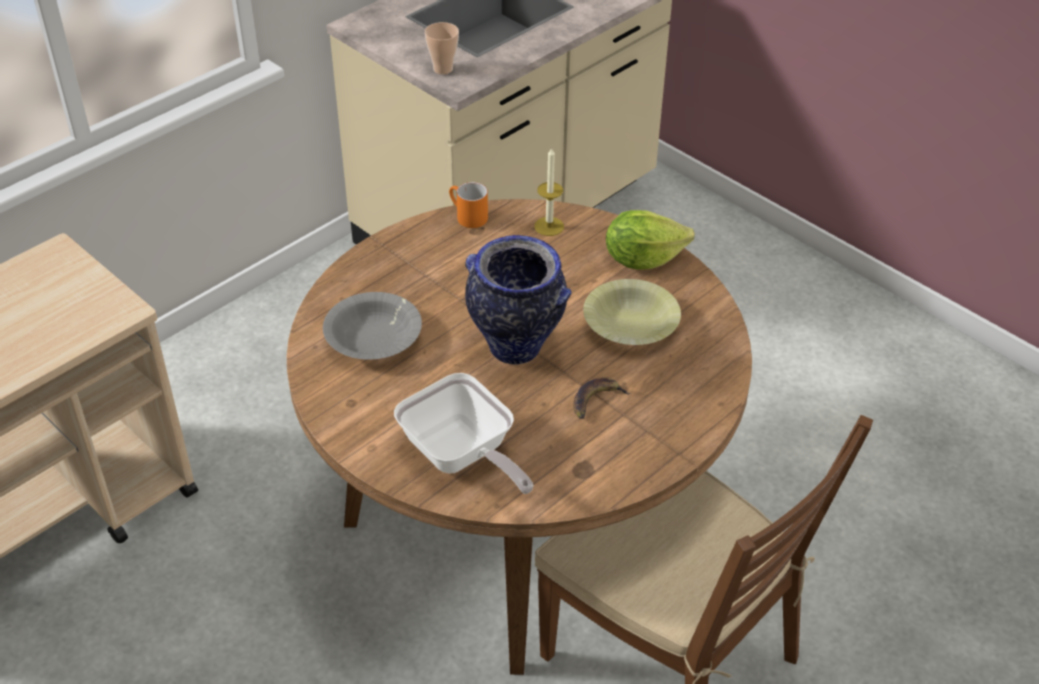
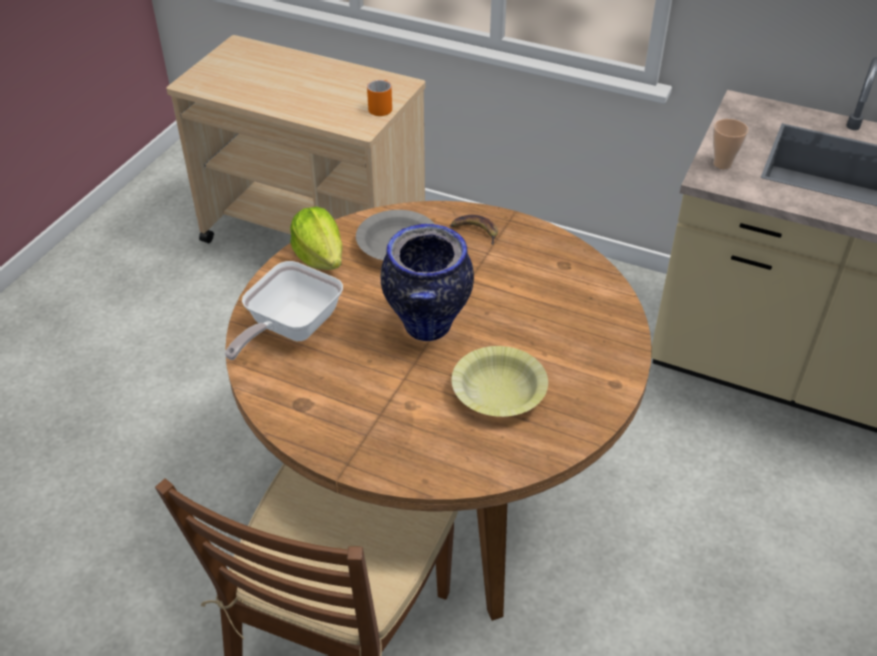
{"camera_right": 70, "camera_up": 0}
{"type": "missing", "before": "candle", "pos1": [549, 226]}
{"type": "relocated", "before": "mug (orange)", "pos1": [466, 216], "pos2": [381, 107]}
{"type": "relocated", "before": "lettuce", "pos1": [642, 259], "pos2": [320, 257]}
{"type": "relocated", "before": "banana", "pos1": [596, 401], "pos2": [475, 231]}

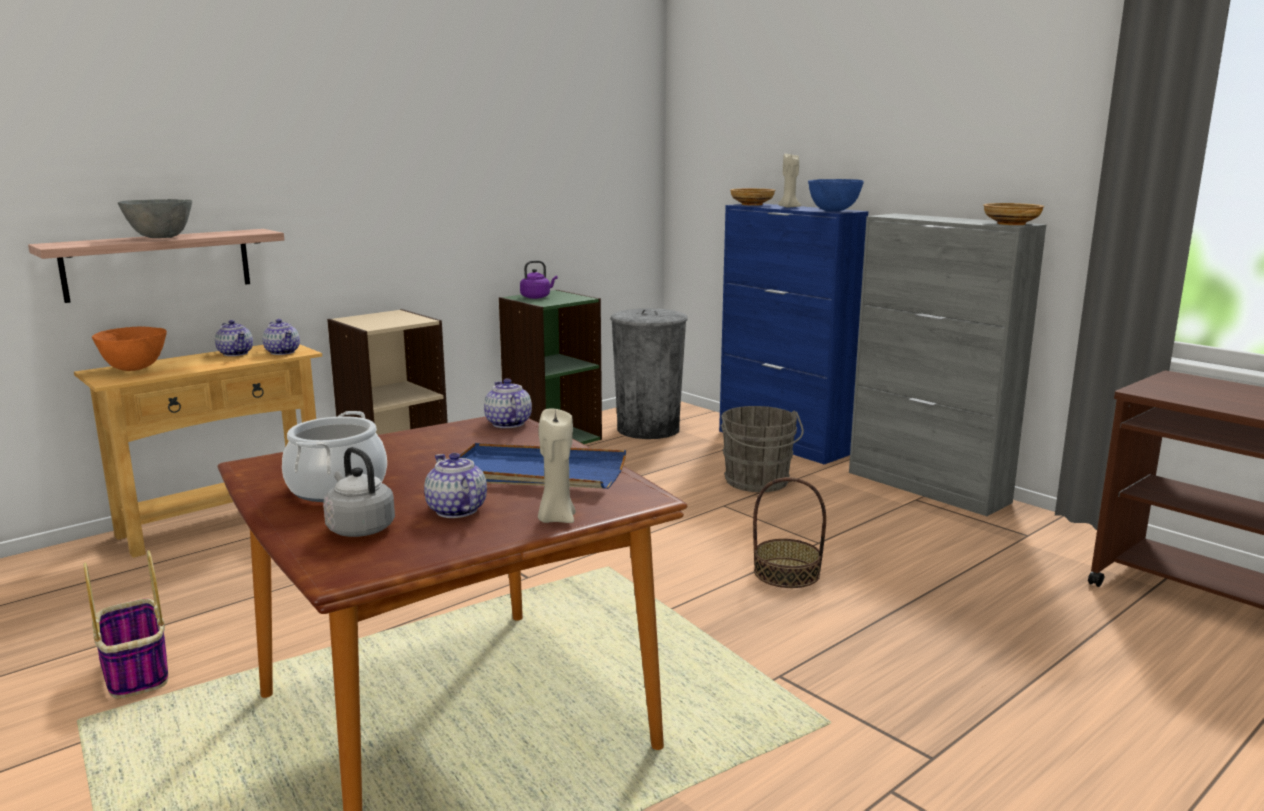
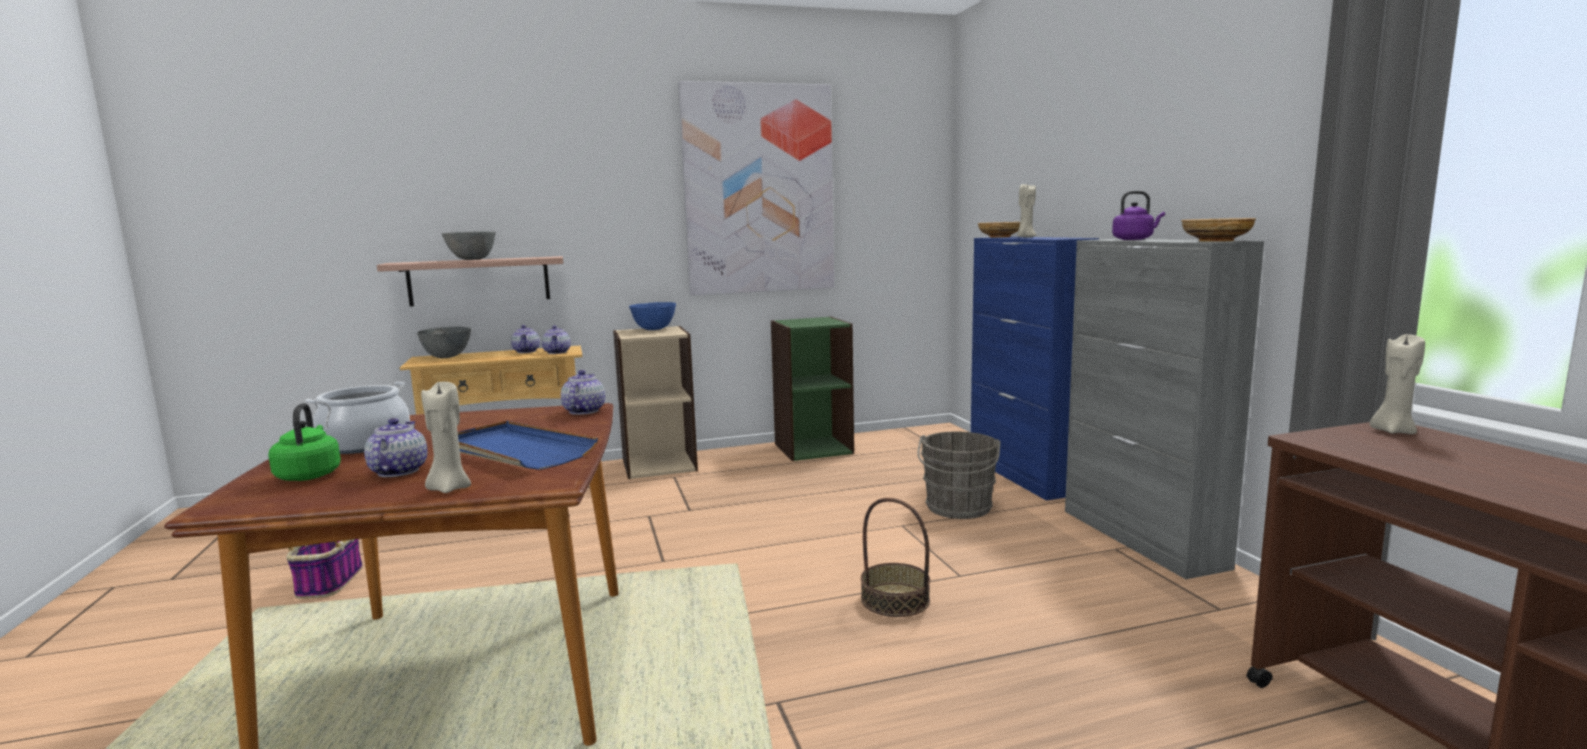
{"camera_right": 25, "camera_up": -5}
{"type": "relocated", "before": "bowl (blue)", "pos1": [833, 211], "pos2": [654, 329]}
{"type": "relocated", "before": "kettle (purple)", "pos1": [537, 297], "pos2": [1134, 239]}
{"type": "missing", "before": "trash can (grey)", "pos1": [648, 429]}
{"type": "colour", "before": "bowl (orange)", "after": "bowl (grey)", "pos1": [134, 368], "pos2": [446, 357]}
{"type": "colour", "before": "kettle (grey)", "after": "kettle (green)", "pos1": [359, 528], "pos2": [309, 475]}
{"type": "appeared", "after": "picture", "pos2": [759, 190]}
{"type": "appeared", "after": "candle (beige)", "pos2": [1392, 431]}

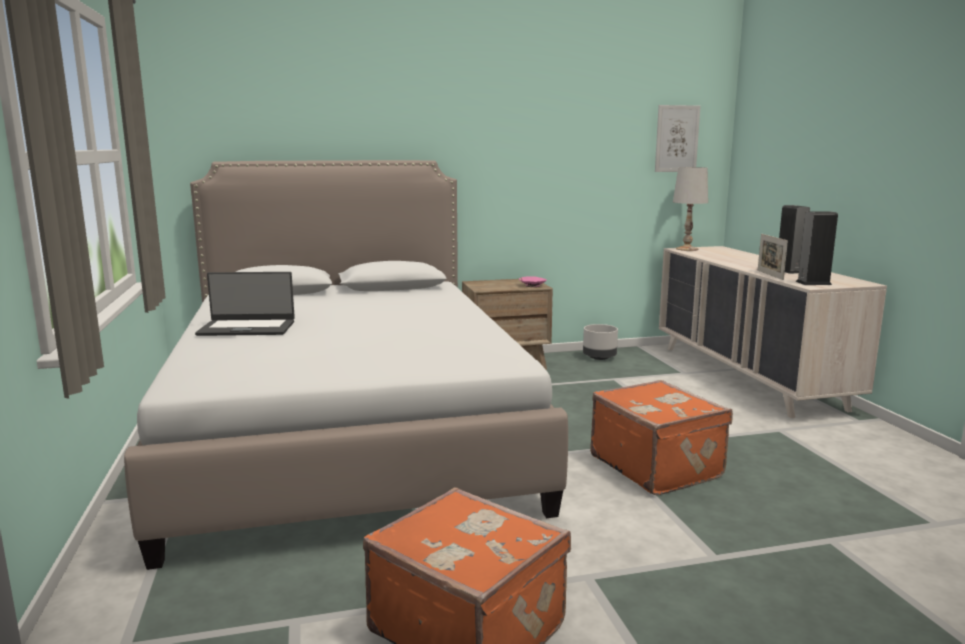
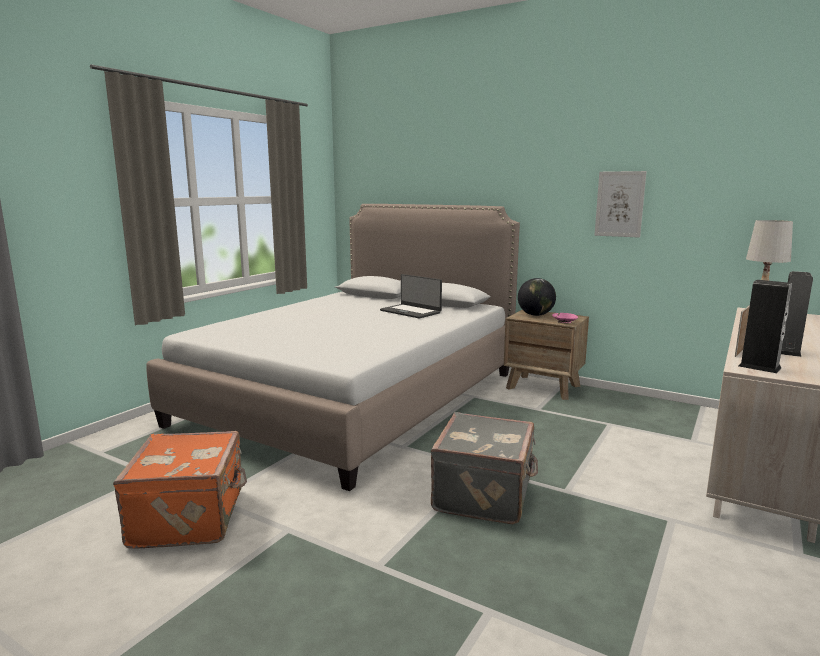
{"camera_right": 45, "camera_up": 0}
{"type": "relocated", "before": "picture", "pos1": [677, 138], "pos2": [619, 204]}
{"type": "relocated", "before": "laptop", "pos1": [247, 328], "pos2": [411, 311]}
{"type": "missing", "before": "planter (grey)", "pos1": [599, 357]}
{"type": "colour", "before": "suitcase (orange)", "after": "suitcase (grey)", "pos1": [657, 466], "pos2": [485, 494]}
{"type": "appeared", "after": "globe", "pos2": [535, 315]}

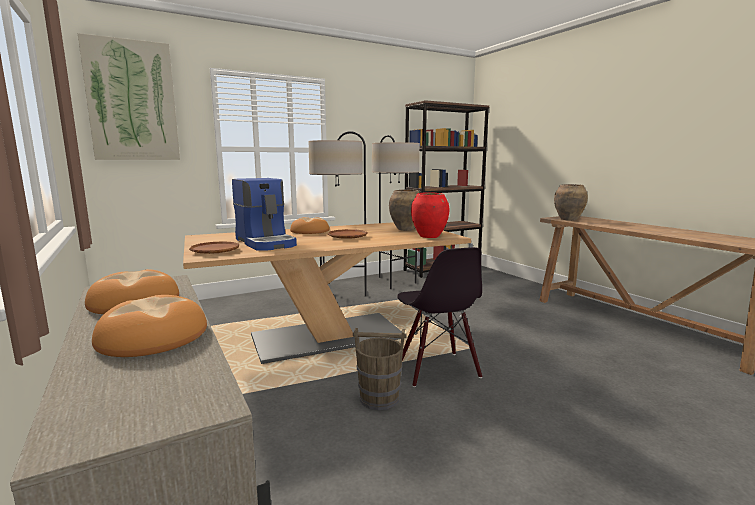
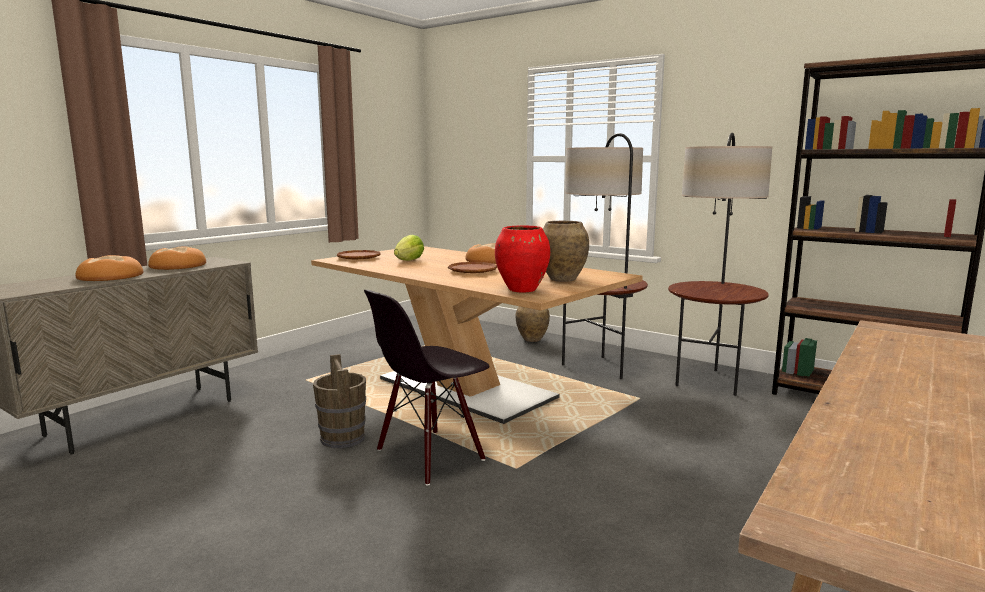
{"camera_right": 65, "camera_up": 0}
{"type": "missing", "before": "picture", "pos1": [132, 101]}
{"type": "exchanged", "before": "coffee machine", "after": "lettuce", "pos1": [266, 242], "pos2": [409, 260]}
{"type": "relocated", "before": "vase (brown)", "pos1": [569, 219], "pos2": [532, 339]}

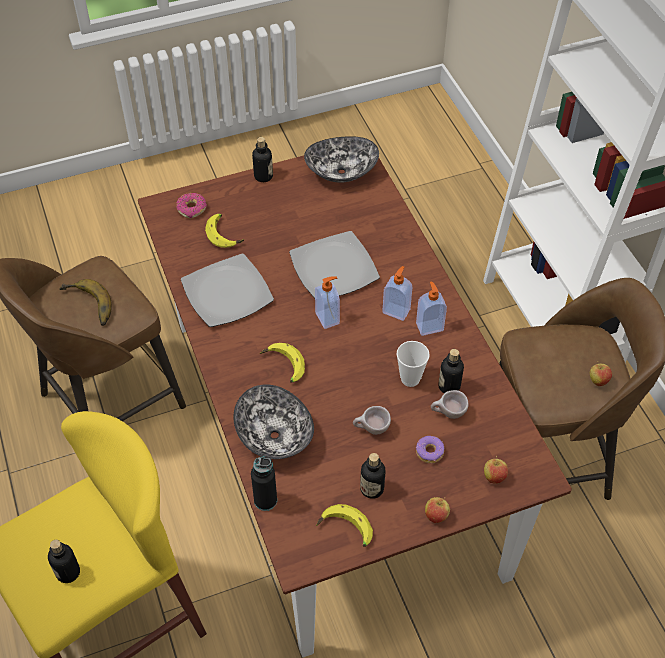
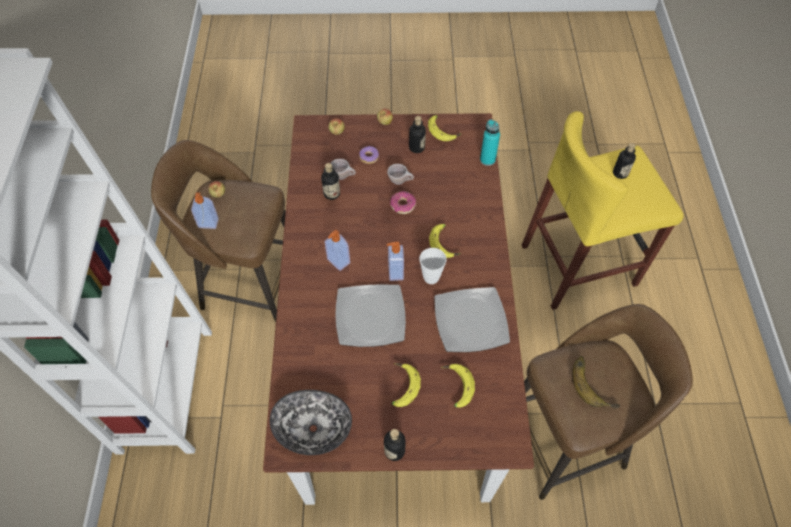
{"camera_right": -160, "camera_up": 5}
{"type": "relocated", "before": "donut", "pos1": [192, 209], "pos2": [402, 205]}
{"type": "relocated", "before": "soap dispenser", "pos1": [429, 326], "pos2": [208, 224]}
{"type": "relocated", "before": "cup", "pos1": [410, 379], "pos2": [431, 277]}
{"type": "missing", "before": "bowl", "pos1": [273, 436]}
{"type": "colour", "before": "bottle (black)", "after": "bottle (turquoise)", "pos1": [265, 500], "pos2": [487, 160]}
{"type": "appeared", "after": "banana", "pos2": [401, 386]}

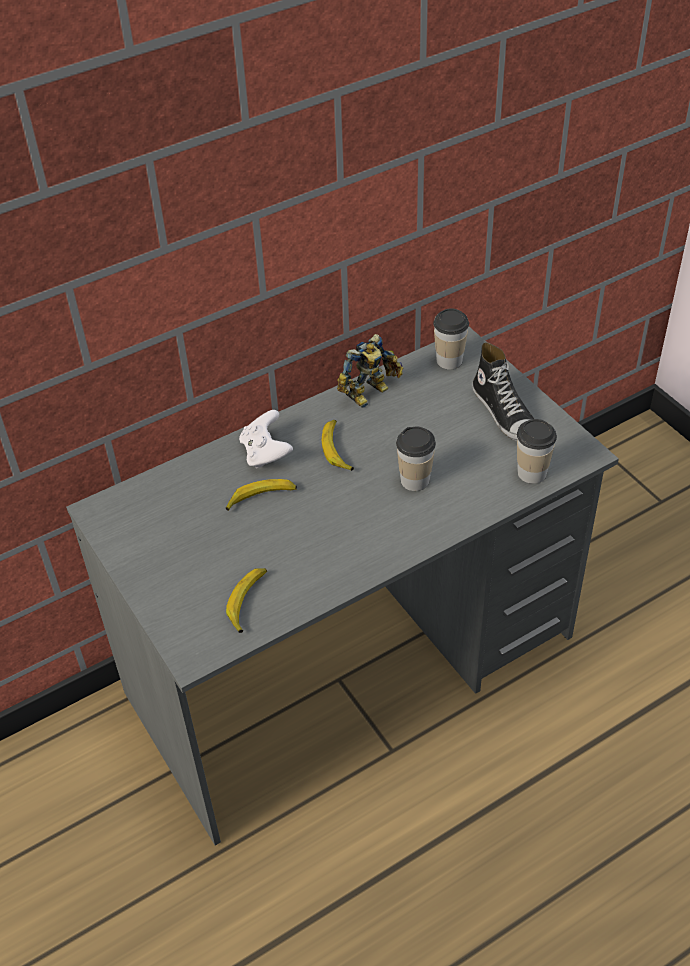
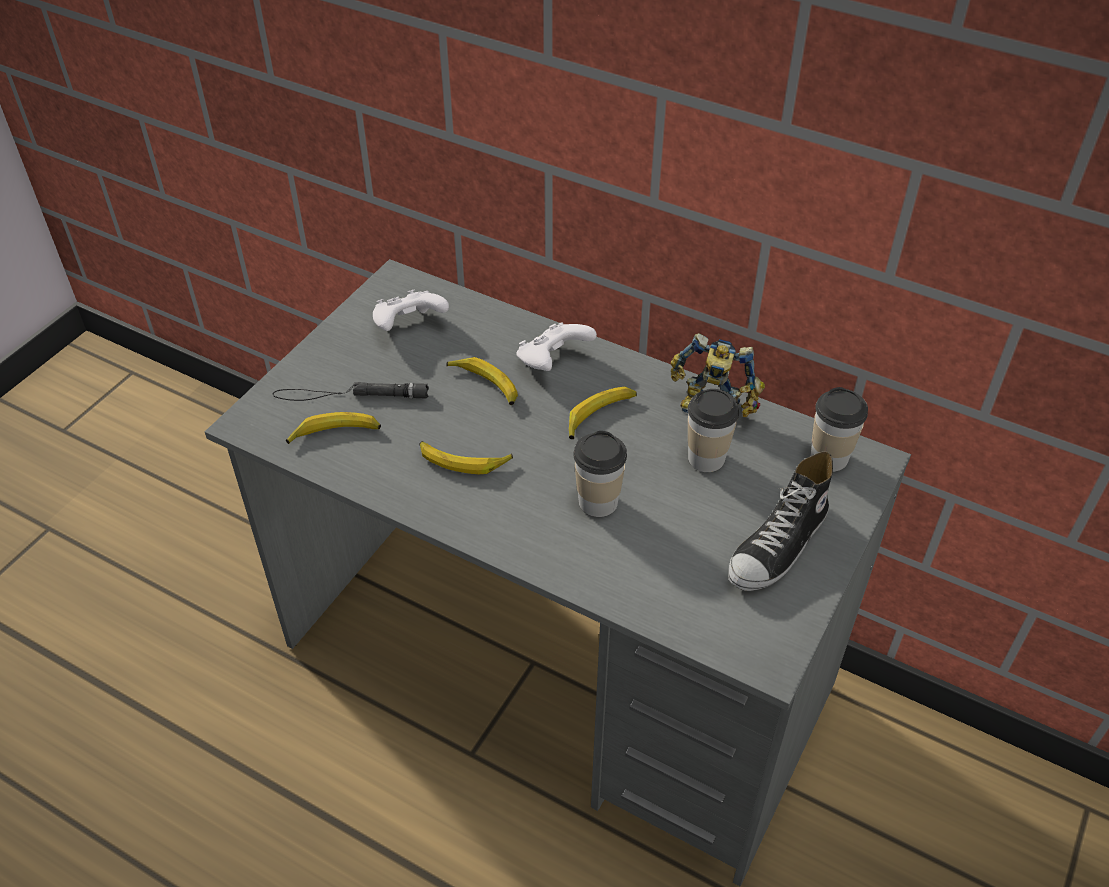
{"camera_right": 60, "camera_up": 0}
{"type": "relocated", "before": "cup", "pos1": [532, 473], "pos2": [706, 458]}
{"type": "appeared", "after": "game controller (white)", "pos2": [409, 326]}
{"type": "appeared", "after": "flashlight (black)", "pos2": [350, 395]}
{"type": "appeared", "after": "banana", "pos2": [463, 461]}

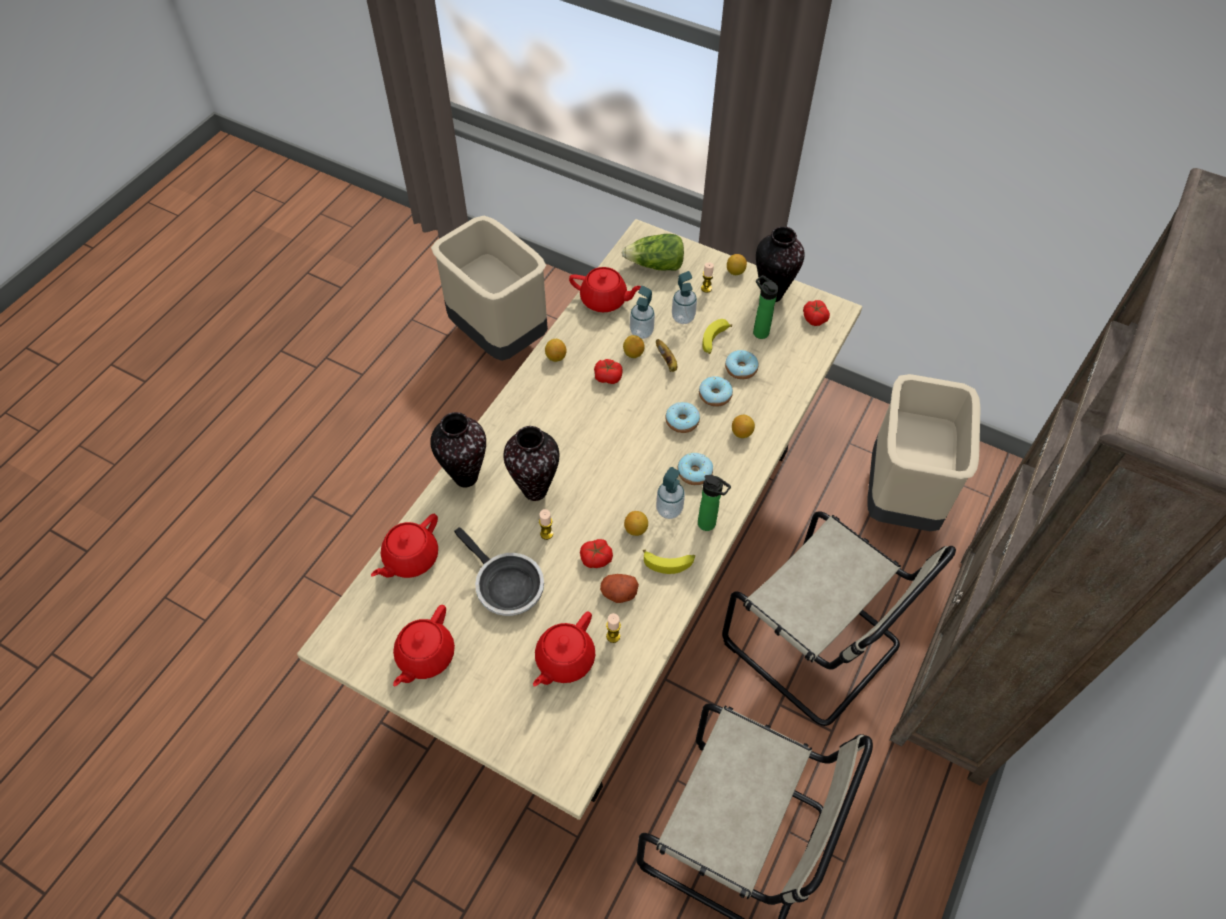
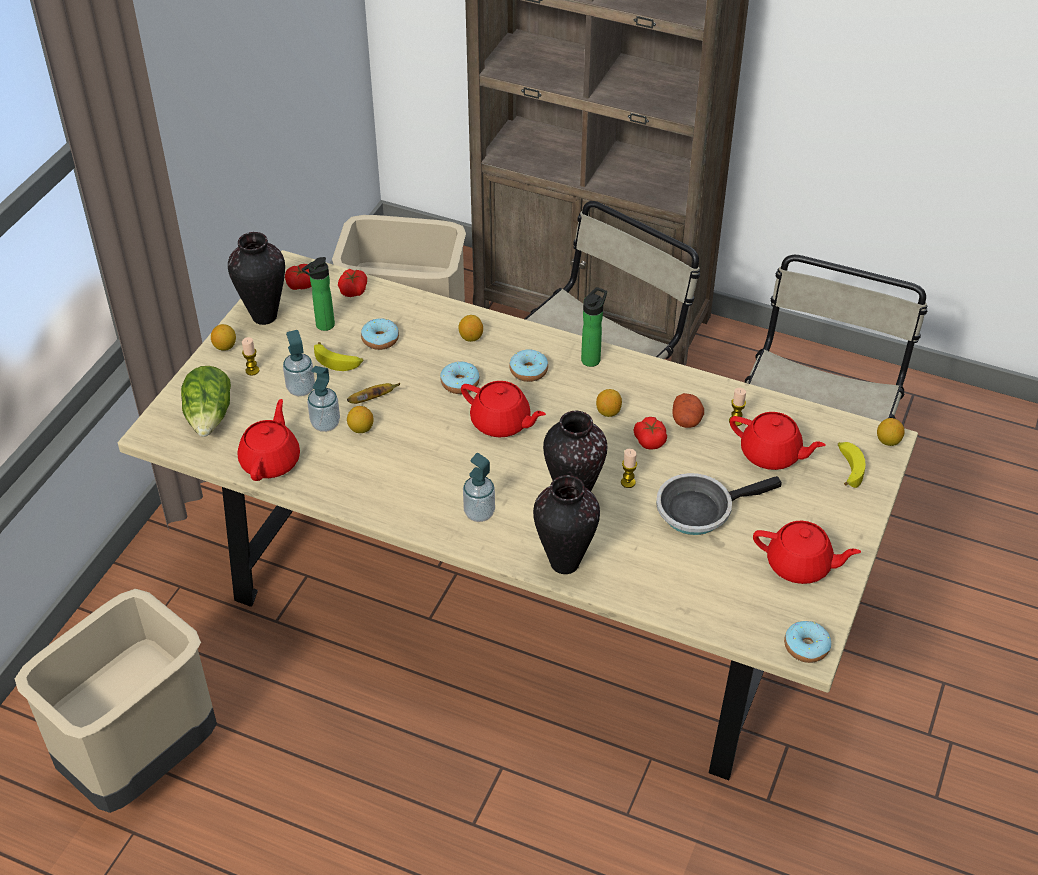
{"camera_right": -95, "camera_up": -10}
{"type": "relocated", "before": "lemon", "pos1": [556, 357], "pos2": [888, 441]}
{"type": "relocated", "before": "tomato", "pos1": [608, 376], "pos2": [353, 290]}
{"type": "relocated", "before": "donut", "pos1": [715, 395], "pos2": [806, 647]}
{"type": "relocated", "before": "soap dispenser", "pos1": [669, 509], "pos2": [479, 513]}
{"type": "relocated", "before": "teapot (red)", "pos1": [410, 558], "pos2": [501, 423]}
{"type": "spun", "before": "frying pan", "pos1": [505, 585], "pos2": [699, 509], "turn": -150}
{"type": "relocated", "before": "banana", "pos1": [669, 562], "pos2": [848, 468]}

